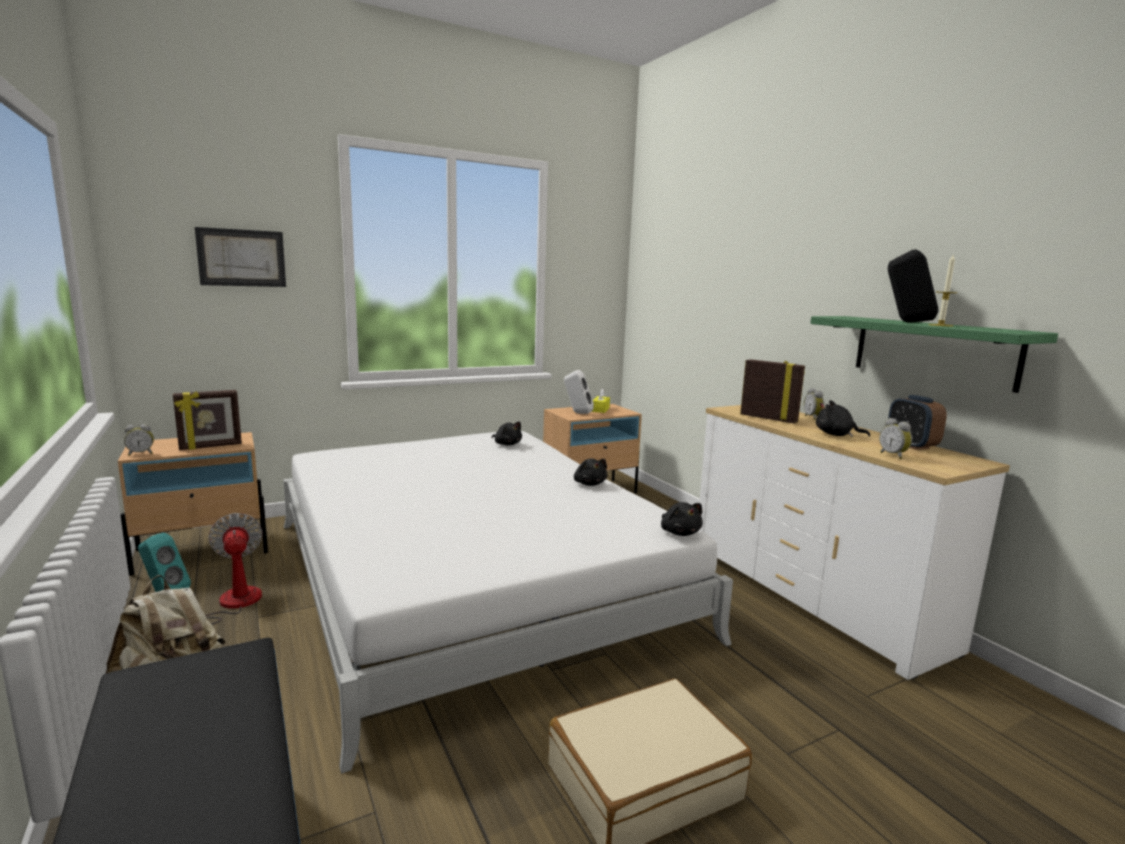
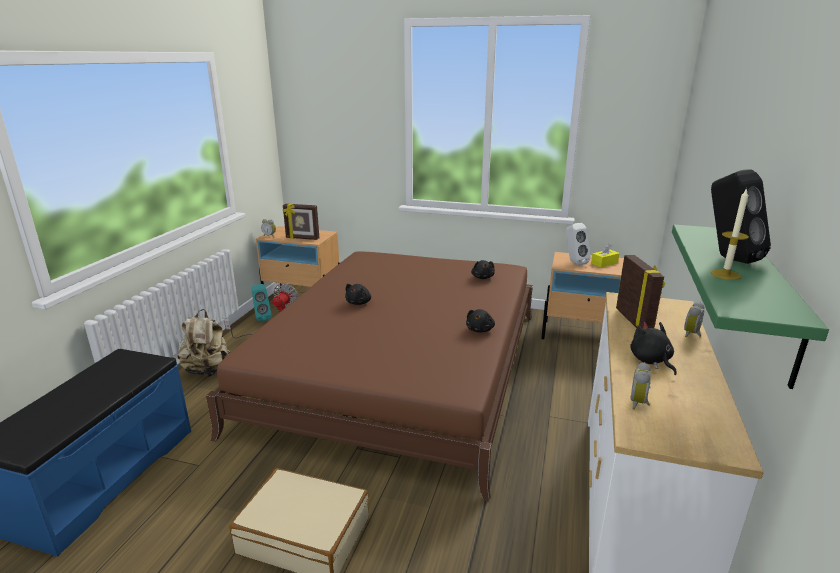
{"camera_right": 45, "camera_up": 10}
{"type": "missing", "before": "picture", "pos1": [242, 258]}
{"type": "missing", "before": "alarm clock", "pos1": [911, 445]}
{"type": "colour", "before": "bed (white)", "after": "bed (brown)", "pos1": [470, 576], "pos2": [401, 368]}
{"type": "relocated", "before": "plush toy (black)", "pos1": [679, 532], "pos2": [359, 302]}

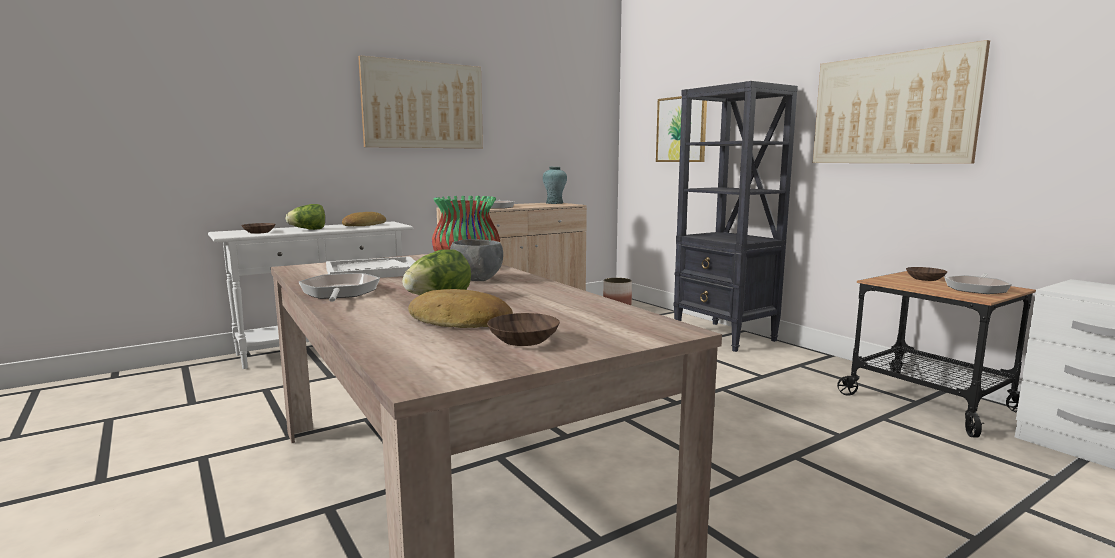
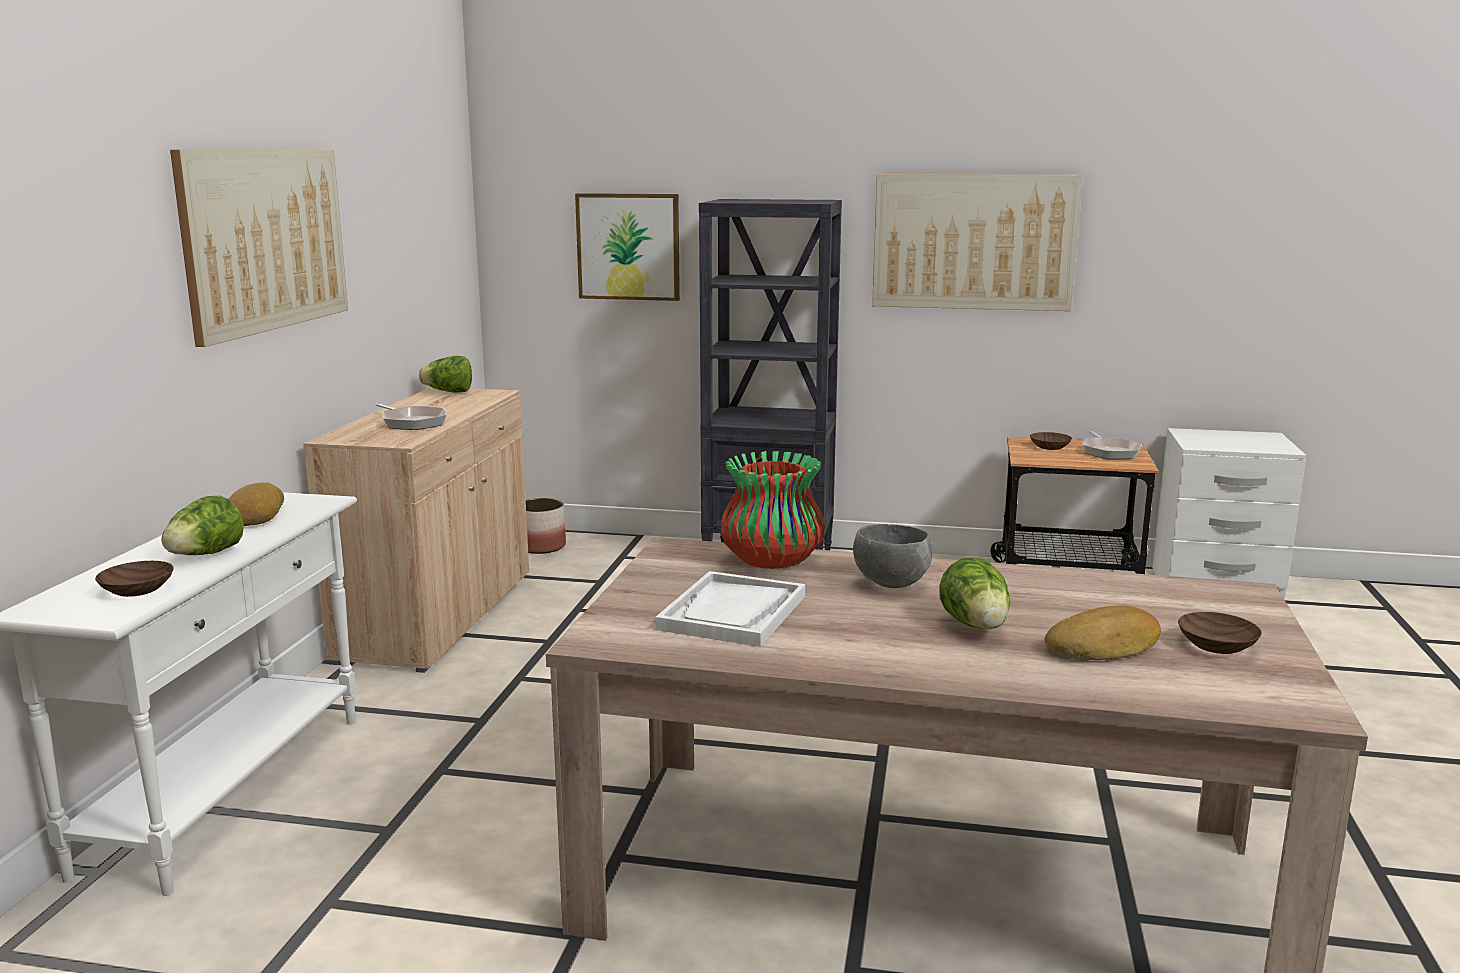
{"camera_right": -45, "camera_up": 5}
{"type": "exchanged", "before": "vase (turquoise)", "after": "lettuce", "pos1": [554, 203], "pos2": [449, 392]}
{"type": "missing", "before": "frying pan", "pos1": [339, 293]}

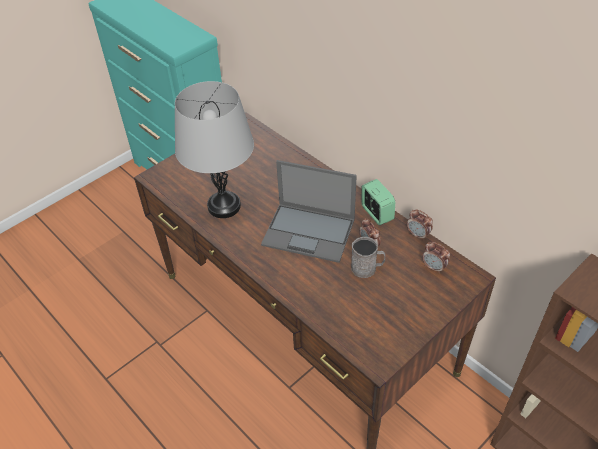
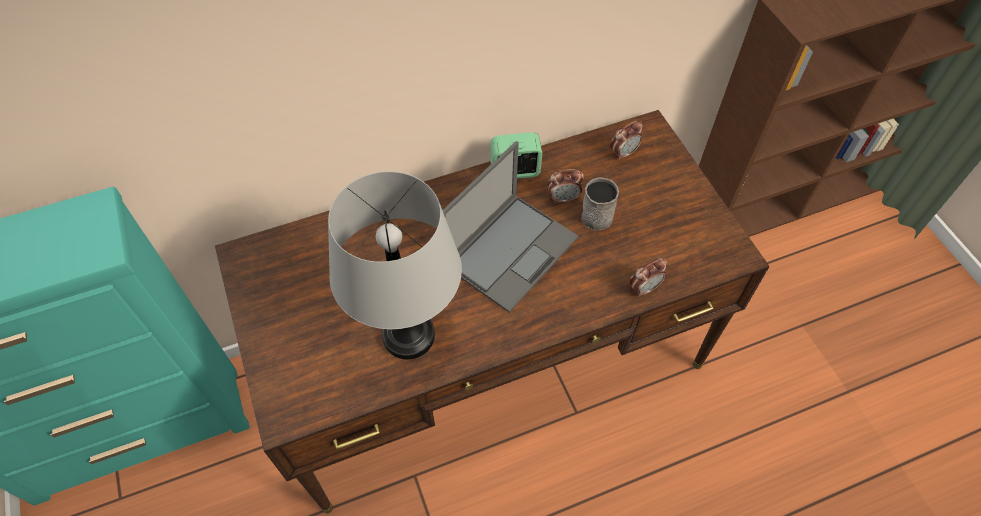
{"camera_right": -70, "camera_up": 10}
{"type": "relocated", "before": "alarm clock", "pos1": [418, 235], "pos2": [644, 288]}

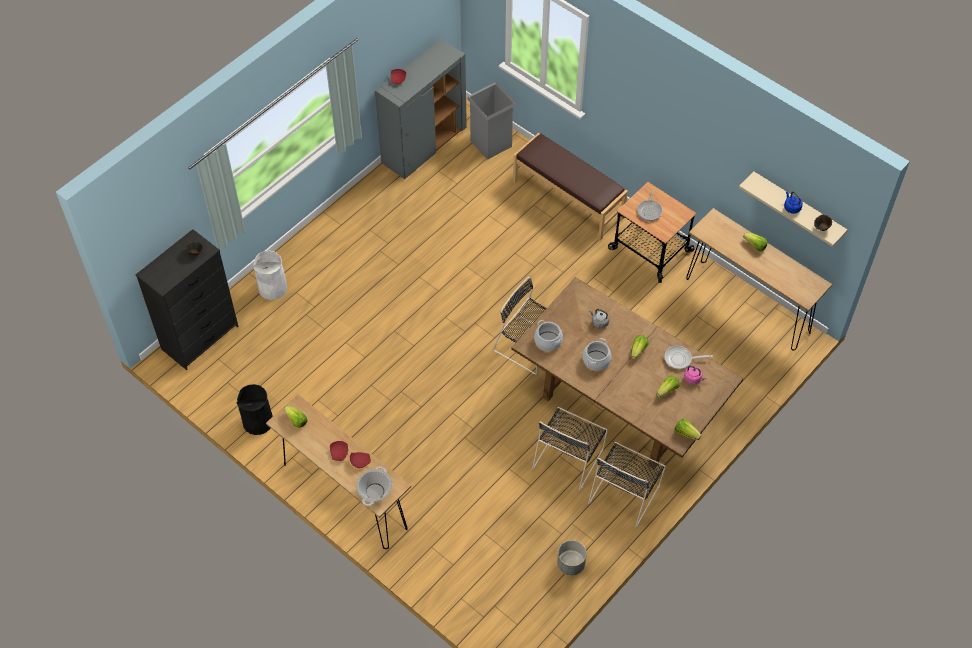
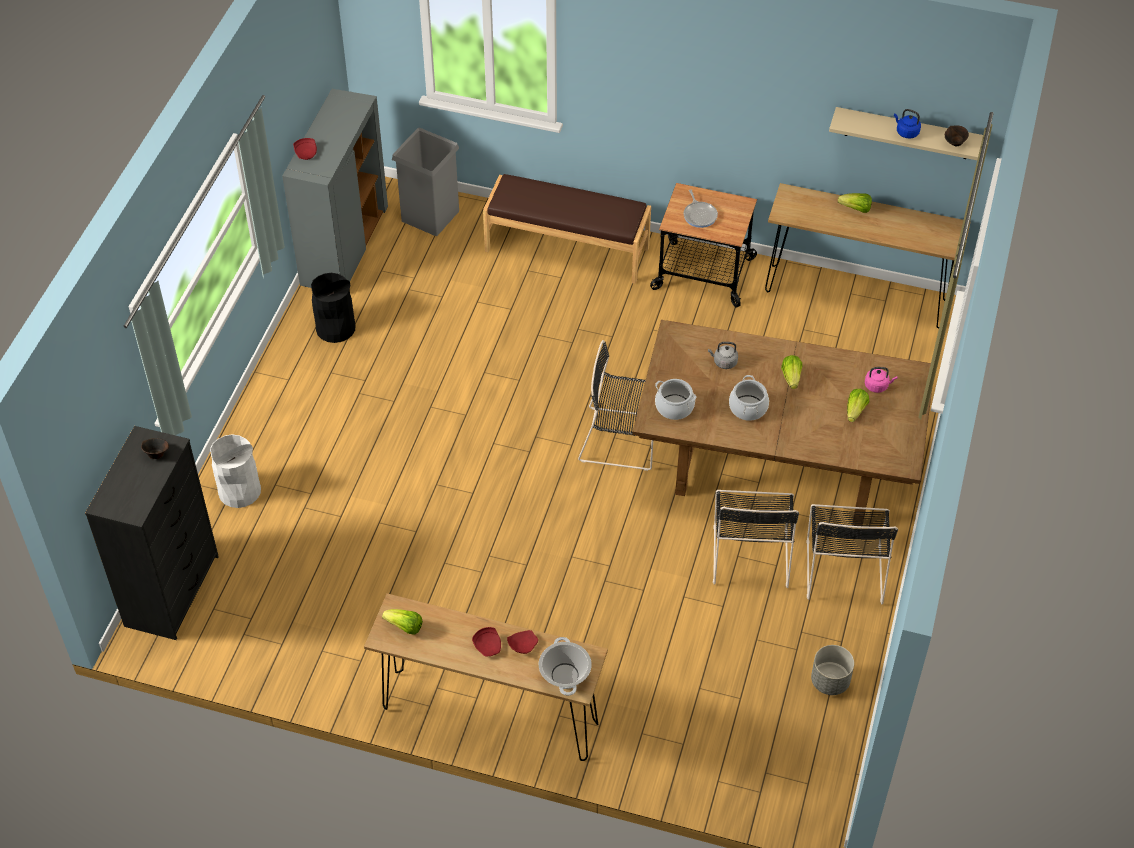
{"camera_right": -25, "camera_up": -5}
{"type": "missing", "before": "frying pan", "pos1": [680, 359]}
{"type": "relocated", "before": "trash can (black)", "pos1": [258, 421], "pos2": [335, 328]}
{"type": "missing", "before": "lettuce", "pos1": [686, 433]}

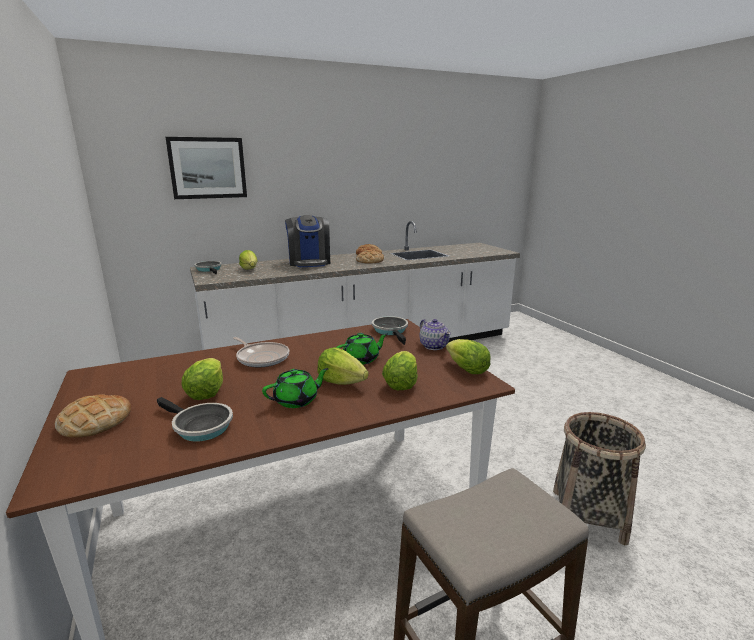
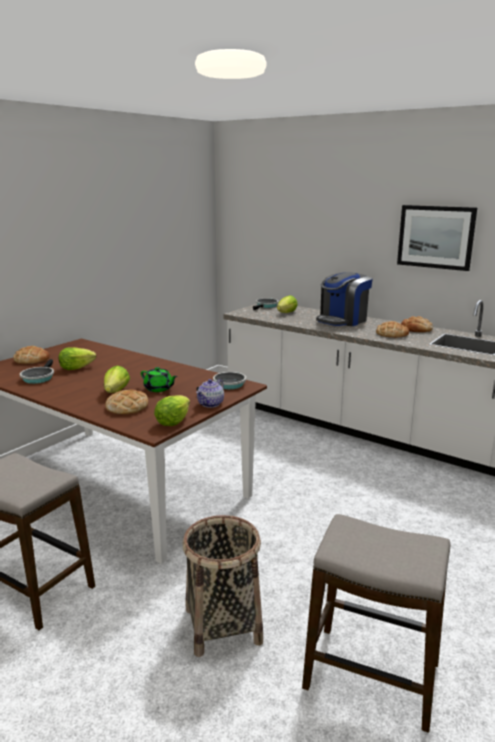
{"camera_right": 60, "camera_up": 0}
{"type": "relocated", "before": "picture", "pos1": [208, 168], "pos2": [435, 237]}
{"type": "missing", "before": "frying pan", "pos1": [261, 358]}
{"type": "exchanged", "before": "lettuce", "after": "bread", "pos1": [401, 384], "pos2": [127, 407]}
{"type": "missing", "before": "teapot (green)", "pos1": [297, 400]}
{"type": "appeared", "after": "stool", "pos2": [371, 676]}

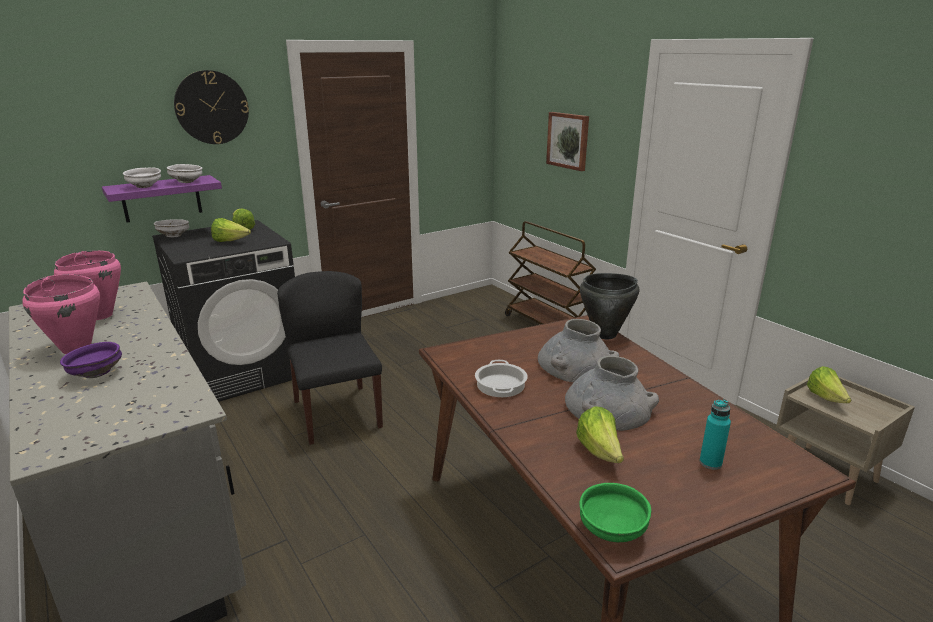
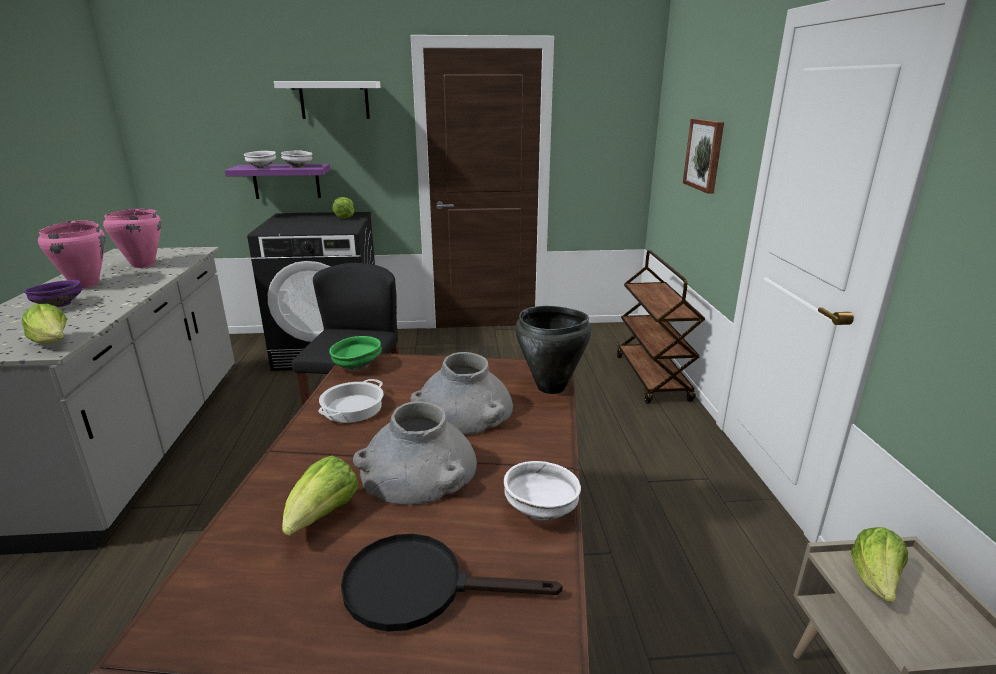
{"camera_right": 30, "camera_up": 0}
{"type": "exchanged", "before": "wall clock", "after": "shelf (white)", "pos1": [212, 107], "pos2": [334, 100]}
{"type": "relocated", "before": "lettuce", "pos1": [230, 241], "pos2": [53, 343]}
{"type": "relocated", "before": "bowl (white)", "pos1": [174, 236], "pos2": [542, 509]}
{"type": "exchanged", "before": "bottle (turquoise)", "after": "frying pan (black)", "pos1": [710, 463], "pos2": [421, 587]}
{"type": "relocated", "before": "bowl (green)", "pos1": [611, 530], "pos2": [356, 366]}

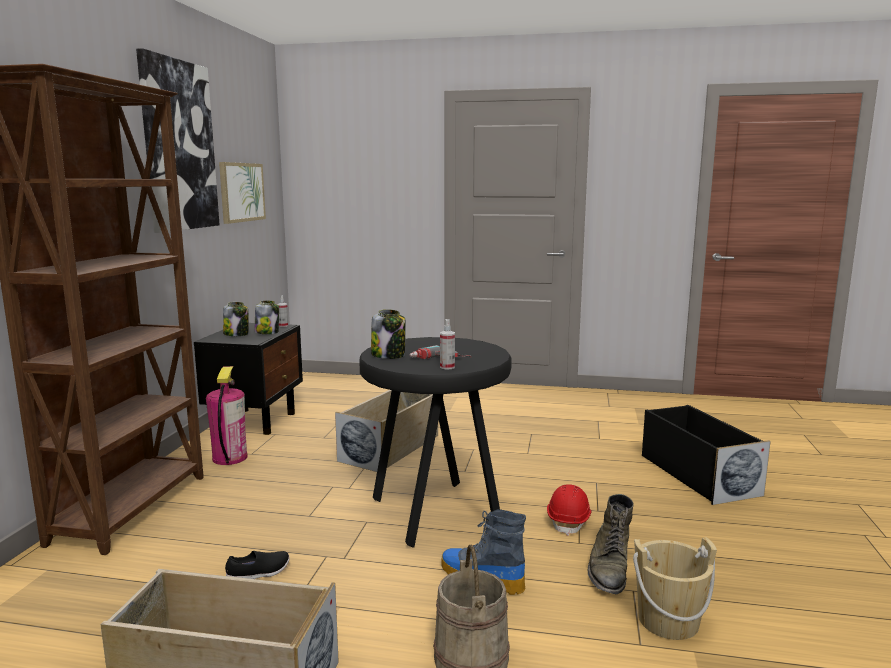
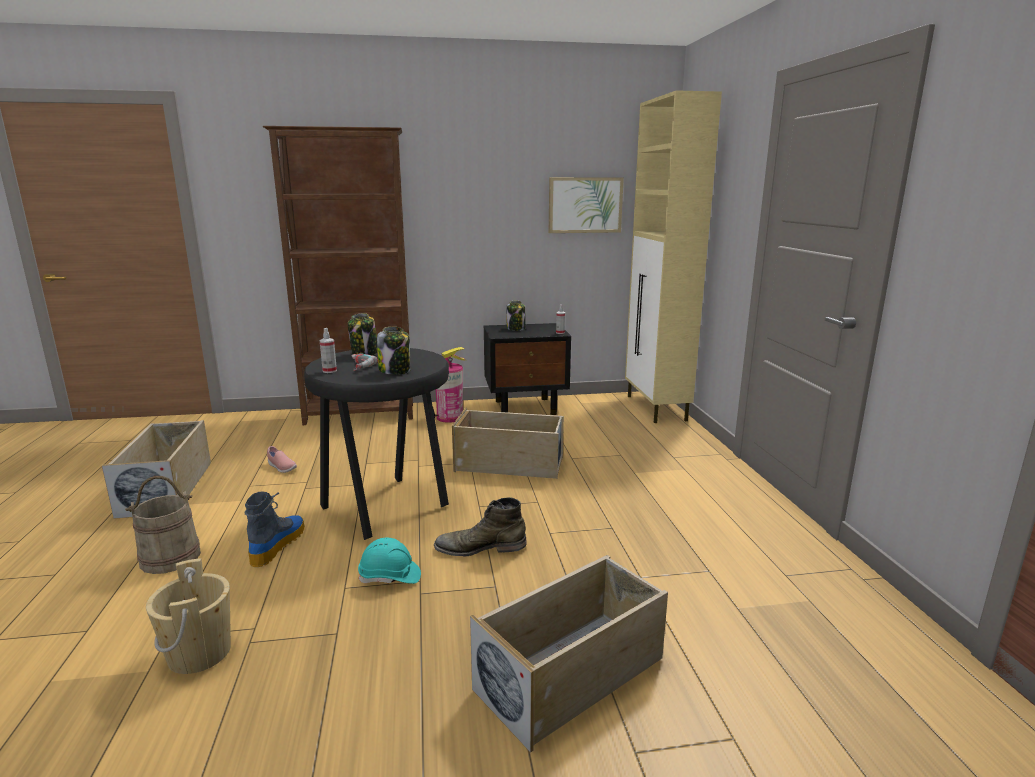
{"camera_right": 70, "camera_up": 5}
{"type": "missing", "before": "picture", "pos1": [178, 146]}
{"type": "relocated", "before": "jar", "pos1": [267, 332], "pos2": [395, 370]}
{"type": "colour", "before": "storage box (black)", "after": "storage box (beige)", "pos1": [697, 474], "pos2": [571, 674]}
{"type": "colour", "before": "hard hat (red)", "after": "hard hat (turquoise)", "pos1": [569, 521], "pos2": [390, 577]}
{"type": "relocated", "before": "boot (green)", "pos1": [609, 568], "pos2": [480, 547]}
{"type": "colour", "before": "shoe (black)", "after": "shoe (pink)", "pos1": [259, 574], "pos2": [281, 468]}
{"type": "appeared", "after": "cabinet (beige)", "pos2": [656, 408]}

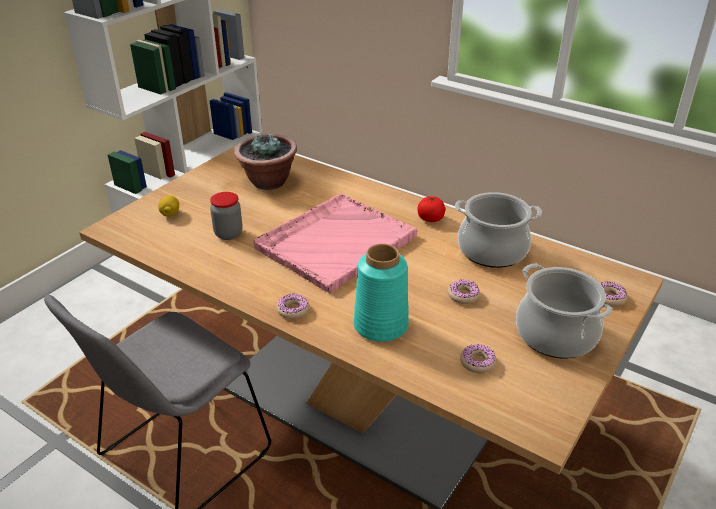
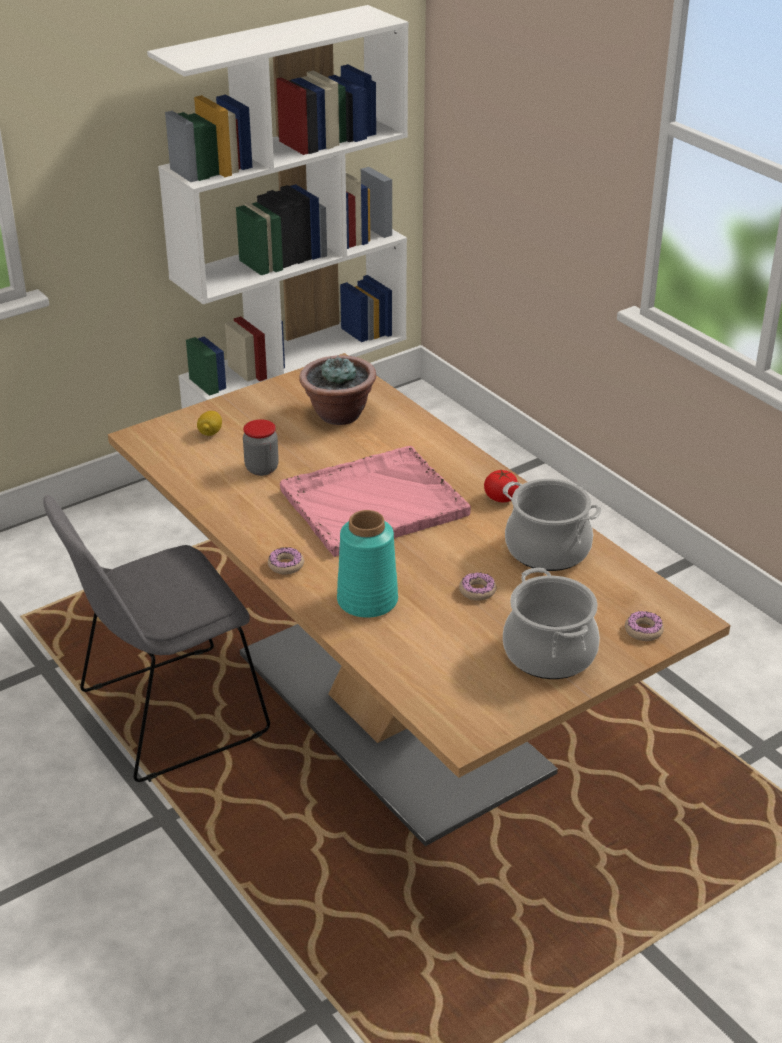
{"camera_right": 20, "camera_up": 0}
{"type": "missing", "before": "donut", "pos1": [477, 362]}

